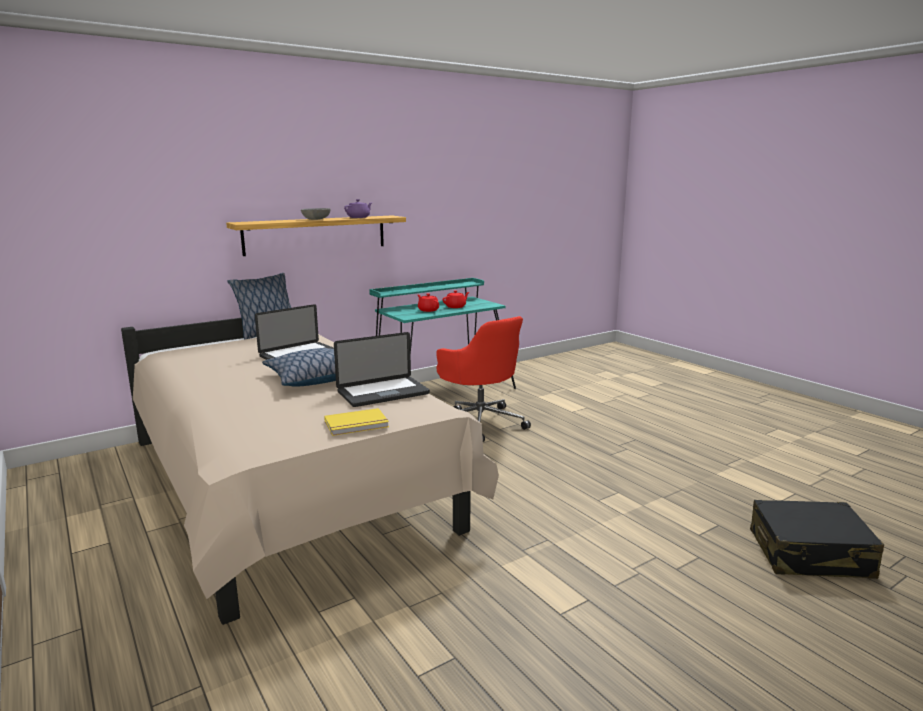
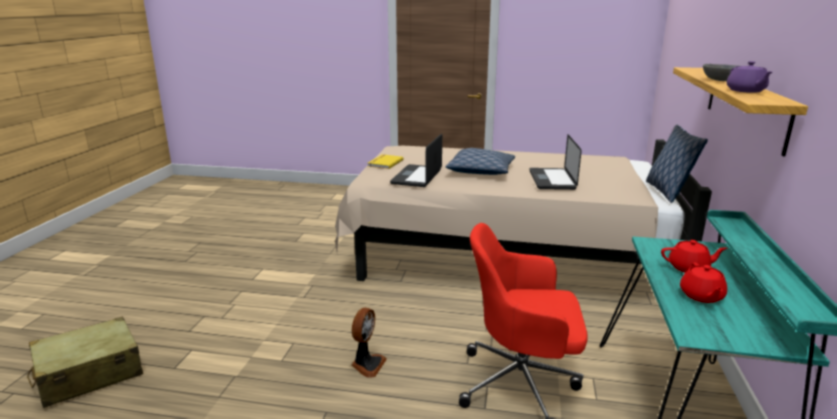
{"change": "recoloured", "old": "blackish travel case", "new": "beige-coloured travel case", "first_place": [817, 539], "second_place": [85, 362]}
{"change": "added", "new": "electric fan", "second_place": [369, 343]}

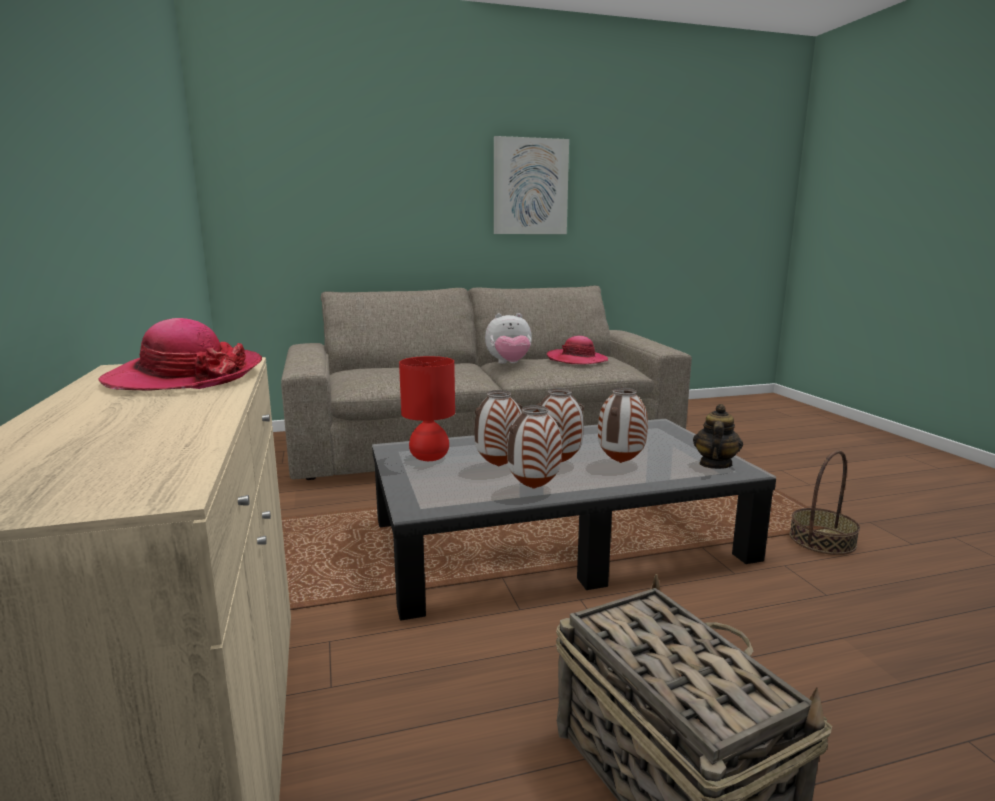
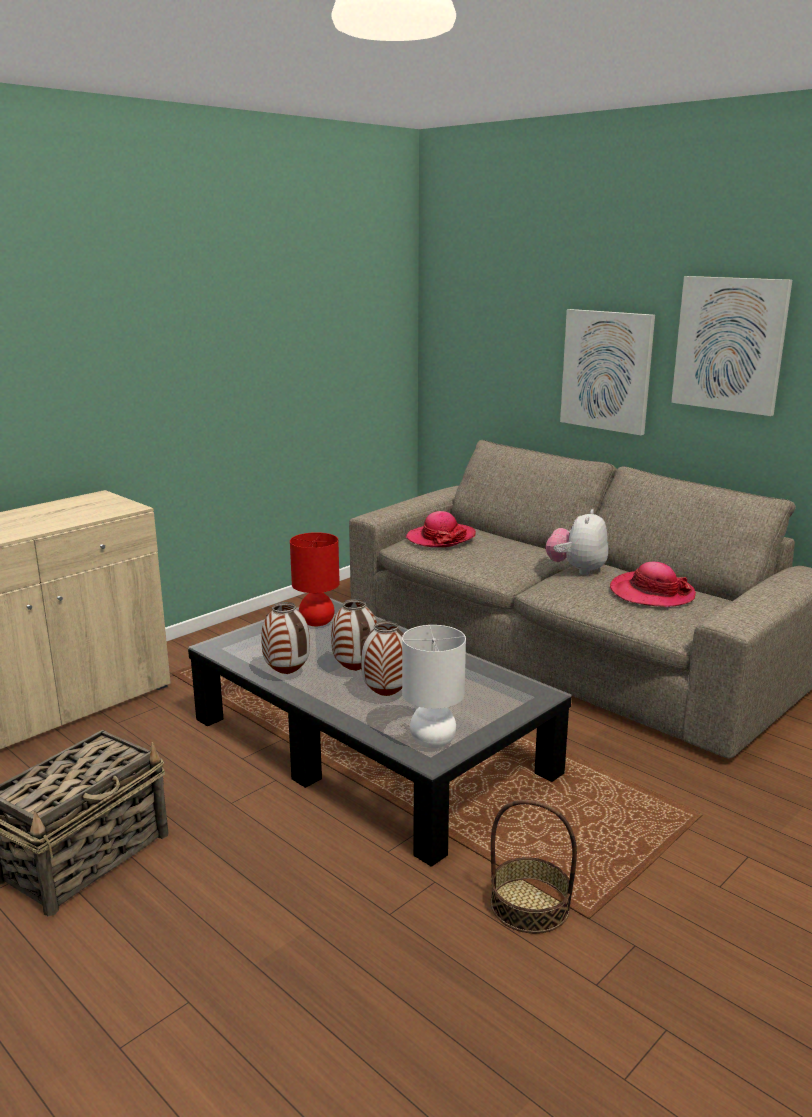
{"change": "replaced", "old": "pot for tea", "new": "white-coloured tabletop lamp", "first_place": [718, 436], "second_place": [434, 686]}
{"change": "moved", "old": "hat", "first_place": [180, 354], "second_place": [441, 529]}
{"change": "turned", "old": "soft toy", "first_place": [508, 338], "second_place": [577, 542], "degrees": 60}
{"change": "added", "new": "wall art", "second_place": [607, 372]}
{"change": "removed", "old": "vase", "first_place": [498, 428]}

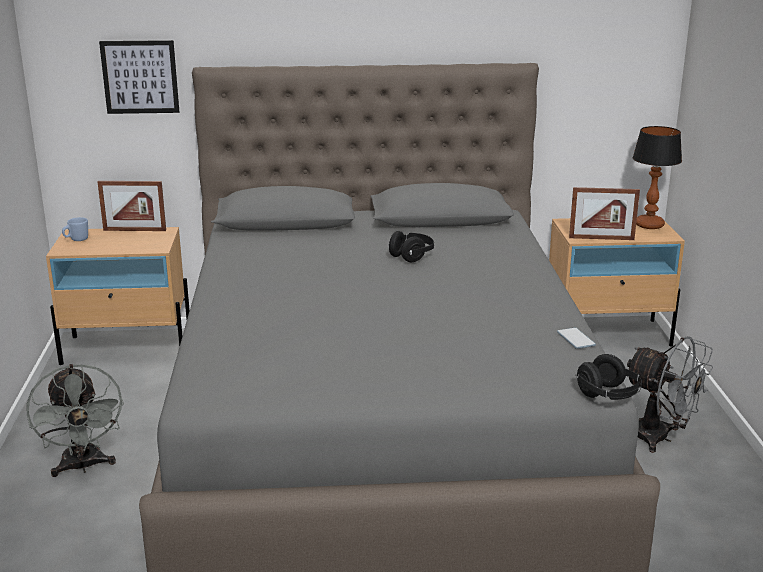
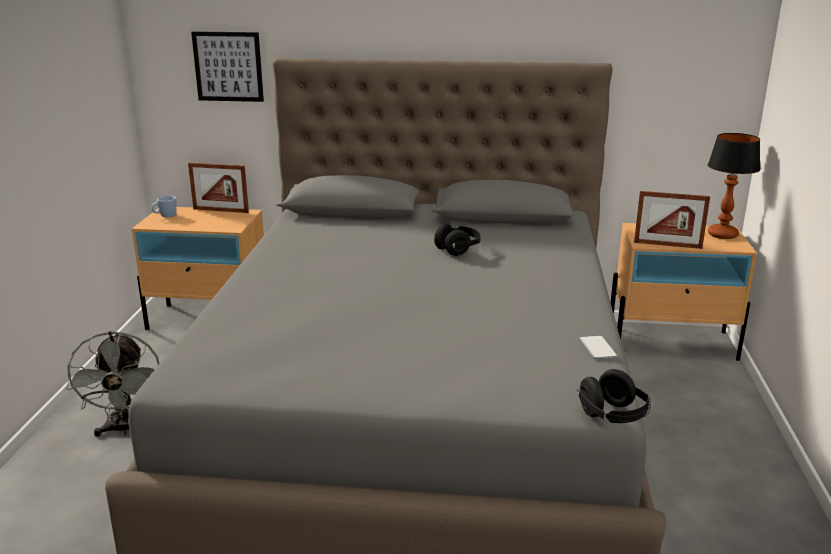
{"change": "removed", "old": "grey electric fan", "first_place": [670, 394]}

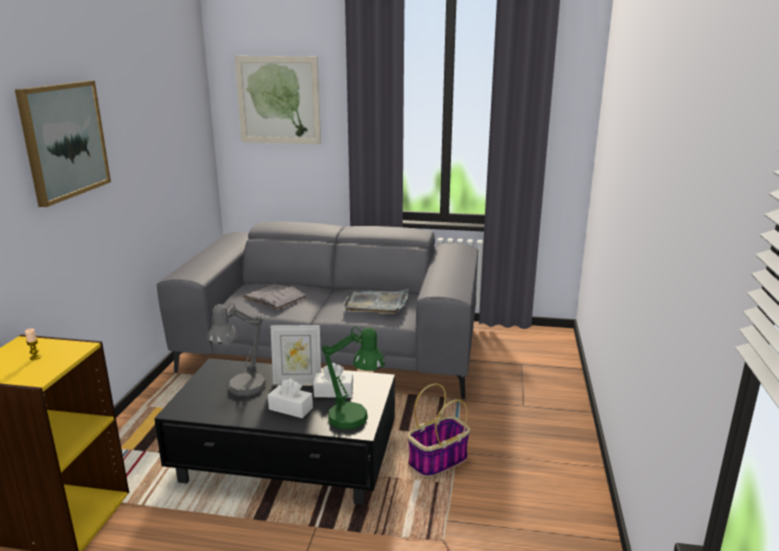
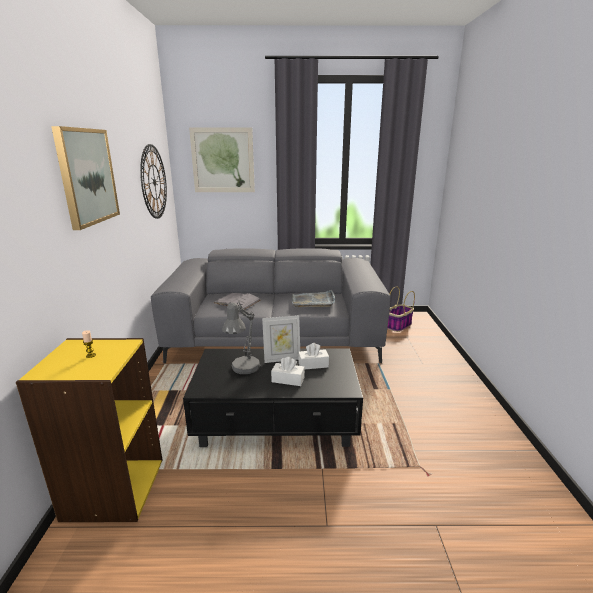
{"change": "added", "new": "clock on the wall", "second_place": [153, 181]}
{"change": "moved", "old": "basket", "first_place": [438, 430], "second_place": [401, 309]}
{"change": "removed", "old": "greenish tabletop lamp", "first_place": [353, 378]}

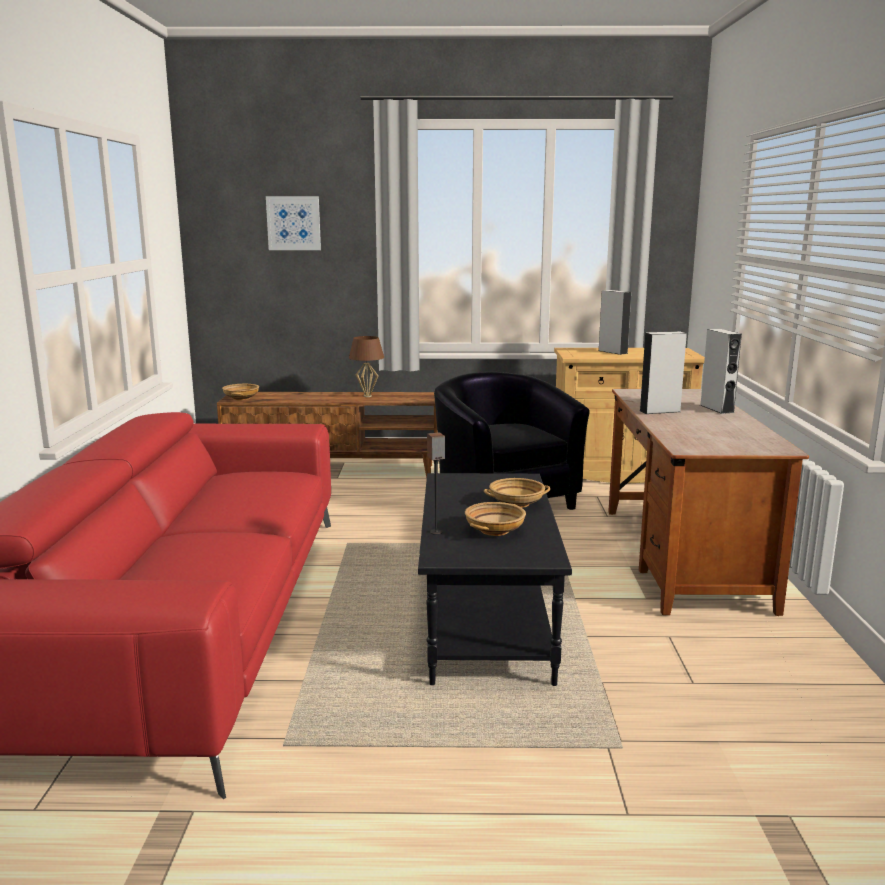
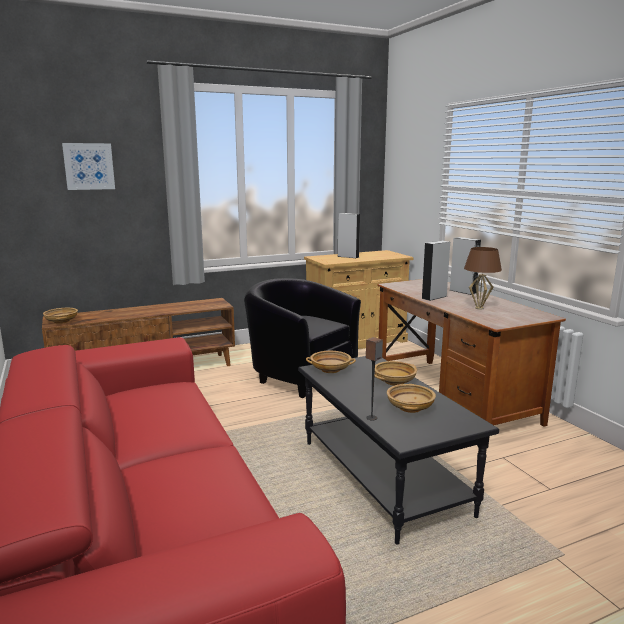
{"change": "added", "new": "beige-coloured deep dish", "second_place": [331, 362]}
{"change": "moved", "old": "brown-coloured tabletop lamp", "first_place": [366, 366], "second_place": [483, 278]}

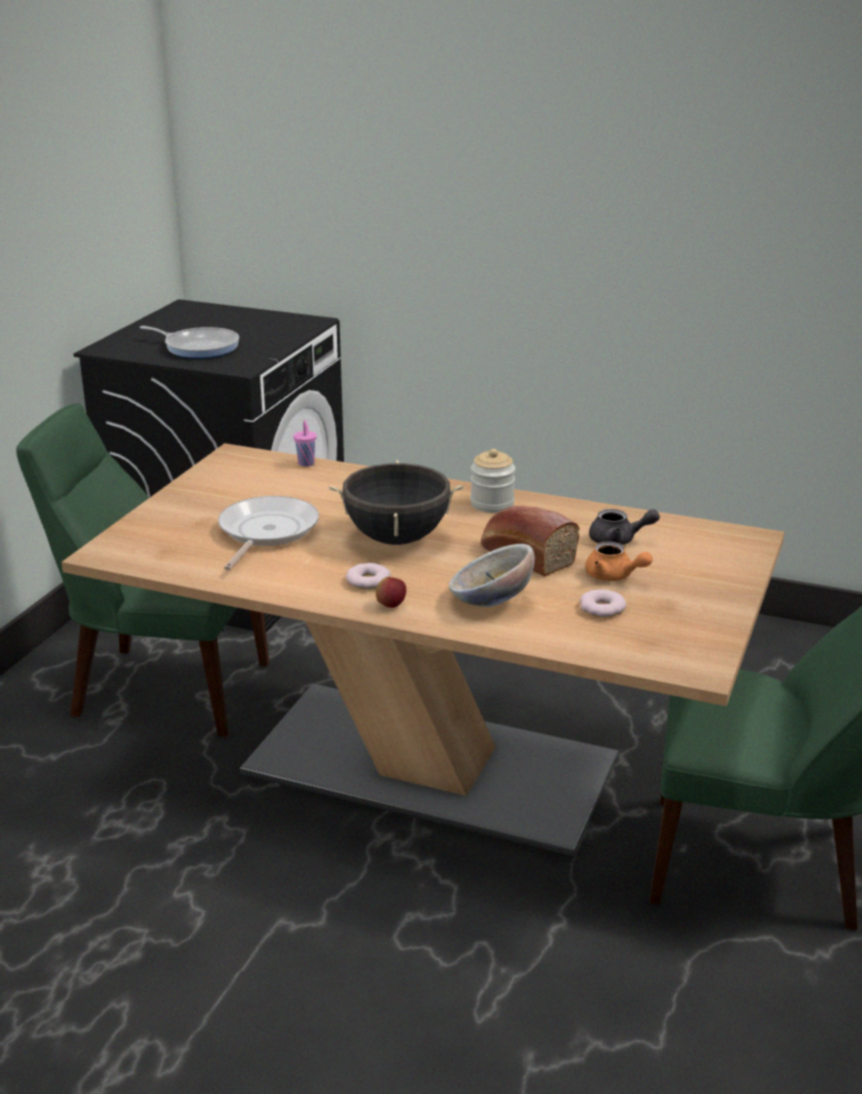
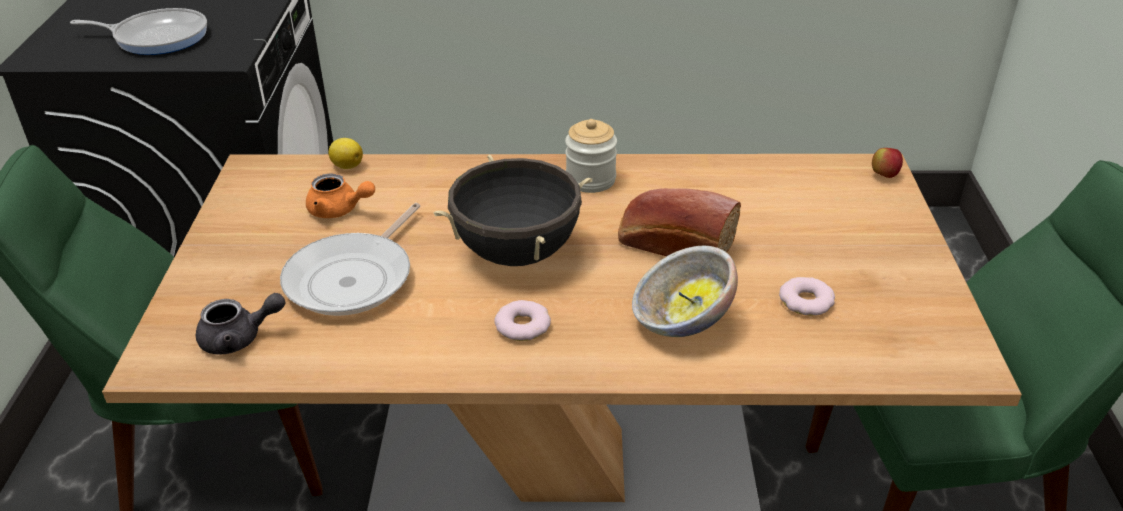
{"change": "moved", "old": "grey pot for tea", "first_place": [624, 527], "second_place": [241, 324]}
{"change": "turned", "old": "frying pan", "first_place": [268, 533], "second_place": [350, 259], "degrees": -150}
{"change": "moved", "old": "orange pot for tea", "first_place": [619, 561], "second_place": [340, 195]}
{"change": "replaced", "old": "pink cup", "new": "whole lemon", "first_place": [305, 443], "second_place": [346, 153]}
{"change": "moved", "old": "whole apple", "first_place": [391, 592], "second_place": [887, 163]}

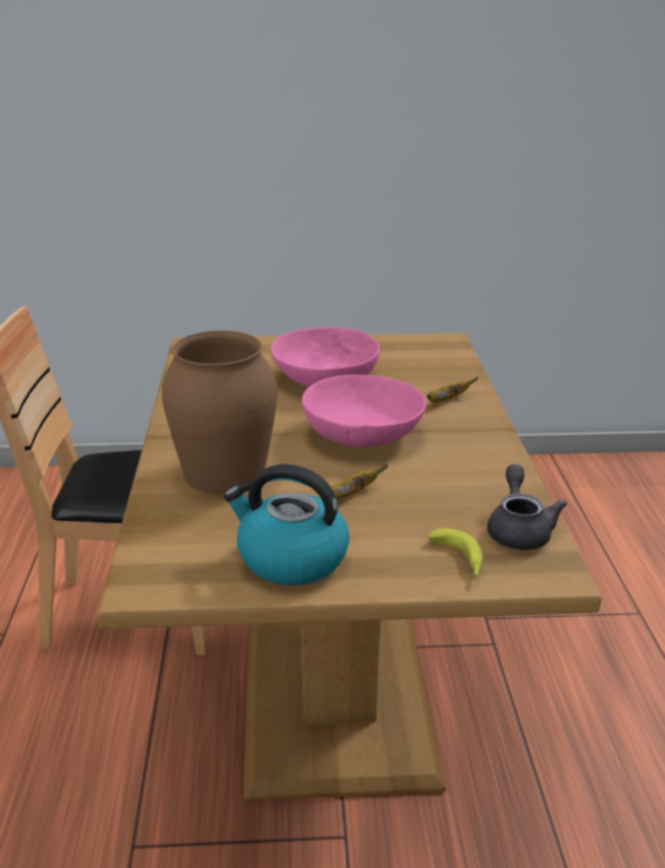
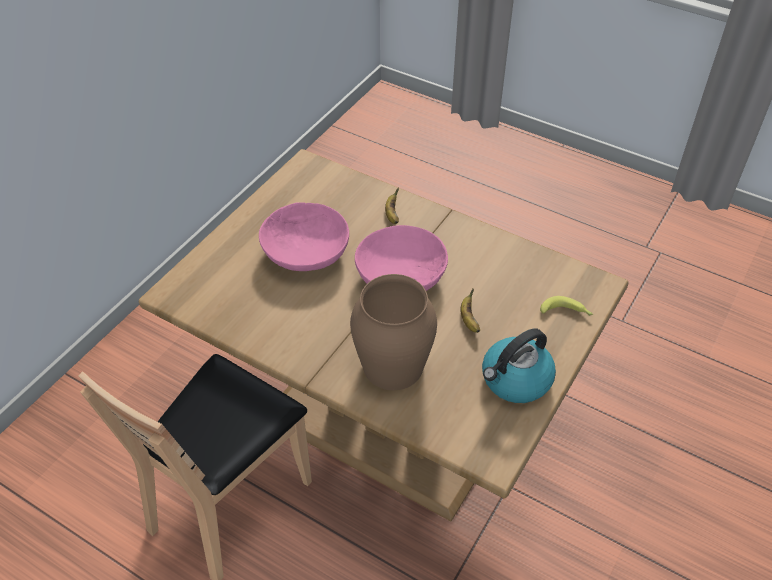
{"change": "removed", "old": "grey pot for tea", "first_place": [527, 507]}

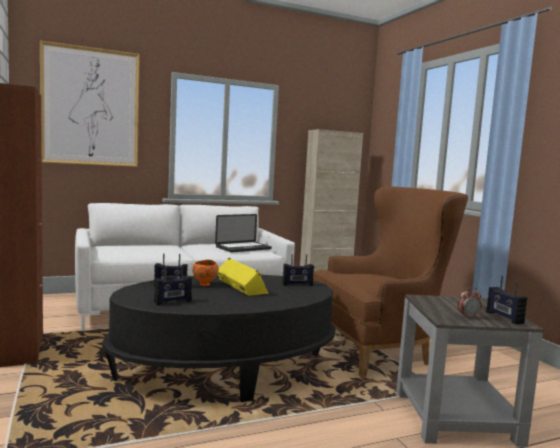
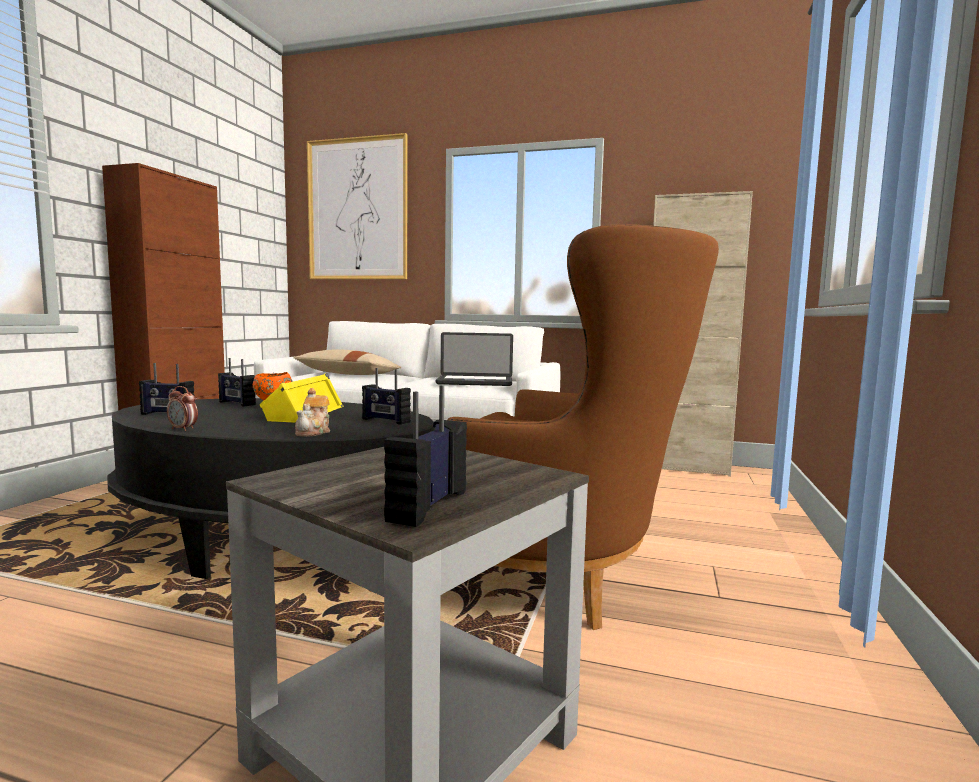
{"change": "moved", "old": "table clock", "first_place": [469, 302], "second_place": [182, 408]}
{"change": "added", "new": "beige-coloured throw pillow", "second_place": [347, 362]}
{"change": "added", "new": "pot for tea", "second_place": [313, 412]}

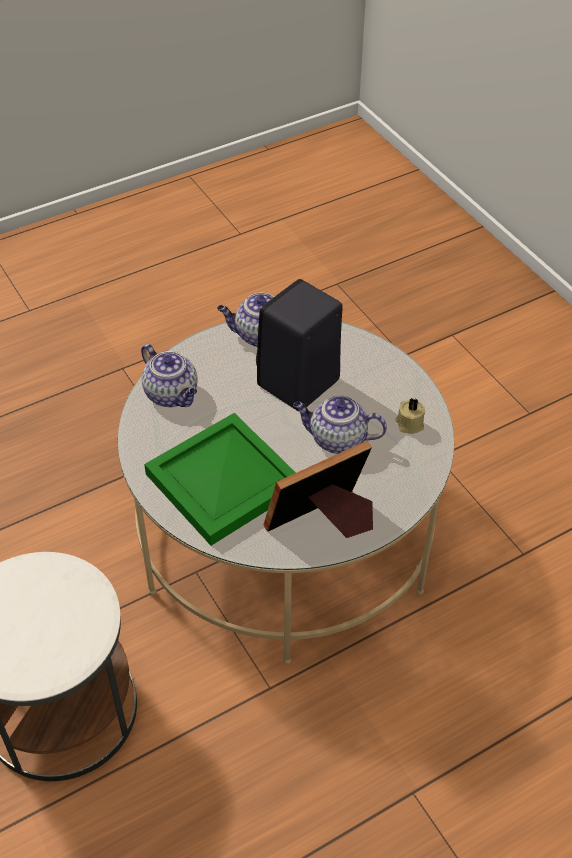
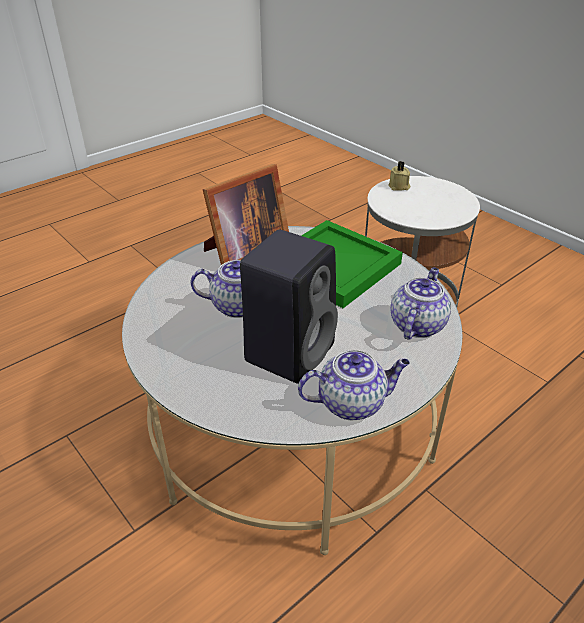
{"change": "moved", "old": "beige-coloured wax candle", "first_place": [410, 416], "second_place": [399, 176]}
{"change": "turned", "old": "pot for tea", "first_place": [169, 375], "second_place": [421, 303], "degrees": 75}

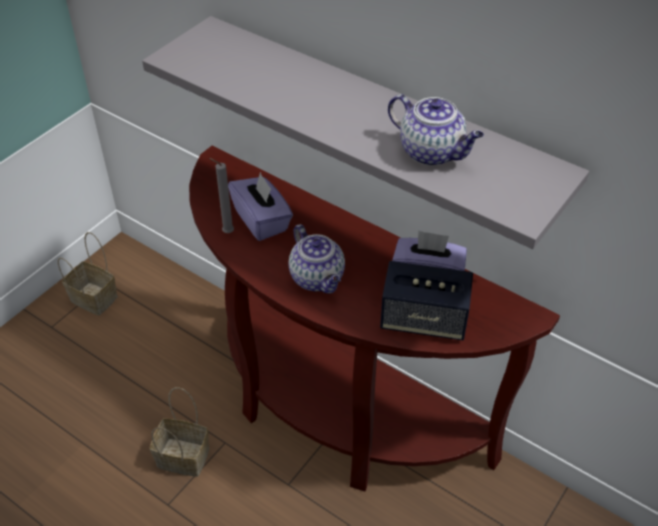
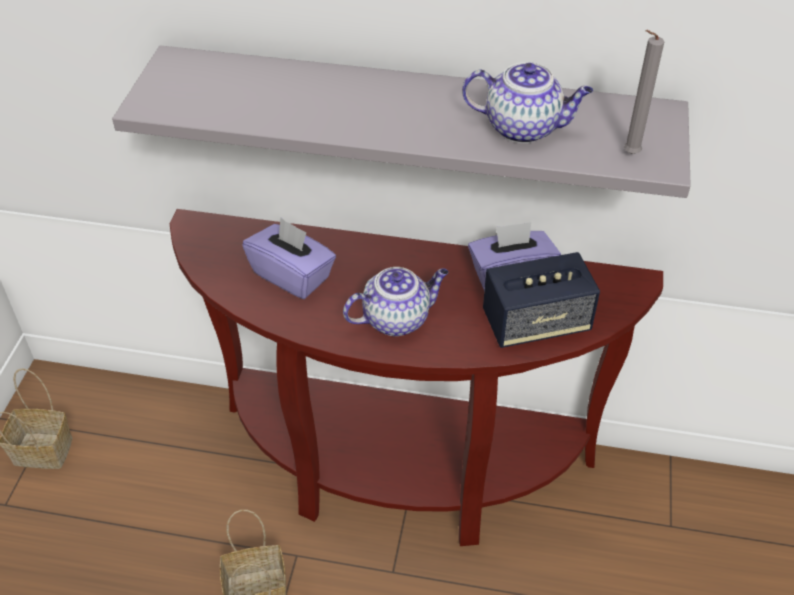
{"change": "turned", "old": "pot for tea", "first_place": [316, 259], "second_place": [396, 301], "degrees": -60}
{"change": "moved", "old": "grey wax candle", "first_place": [221, 195], "second_place": [644, 92]}

